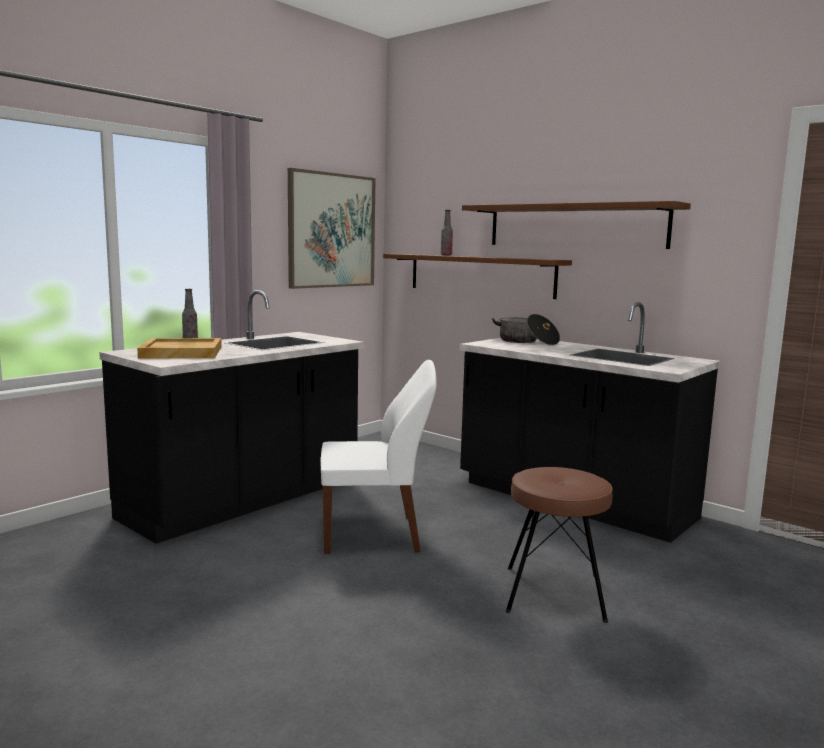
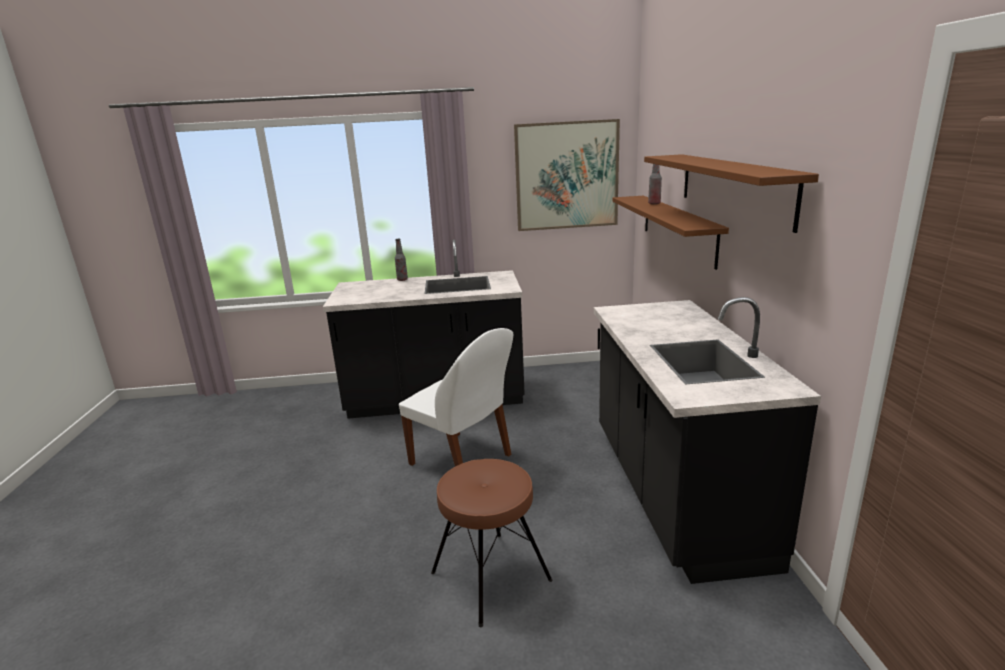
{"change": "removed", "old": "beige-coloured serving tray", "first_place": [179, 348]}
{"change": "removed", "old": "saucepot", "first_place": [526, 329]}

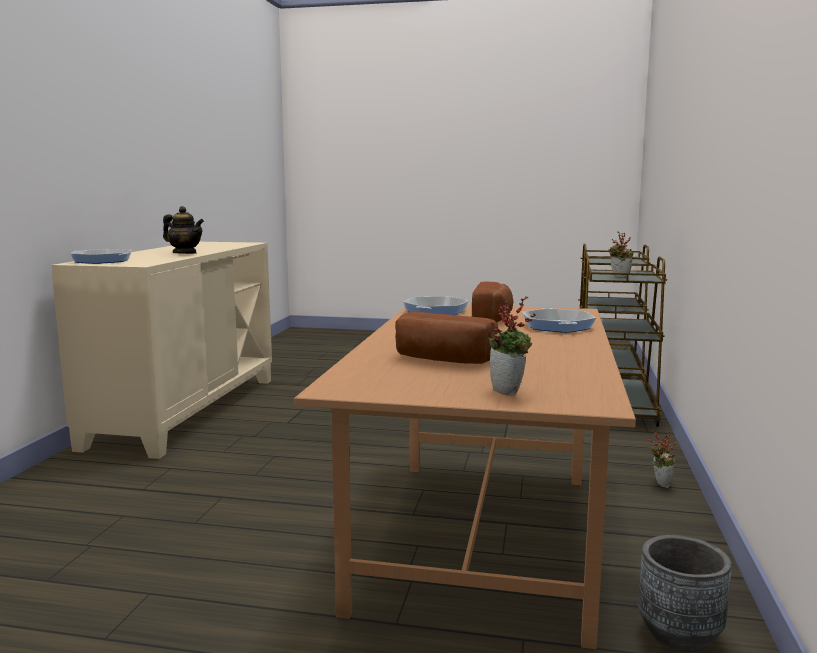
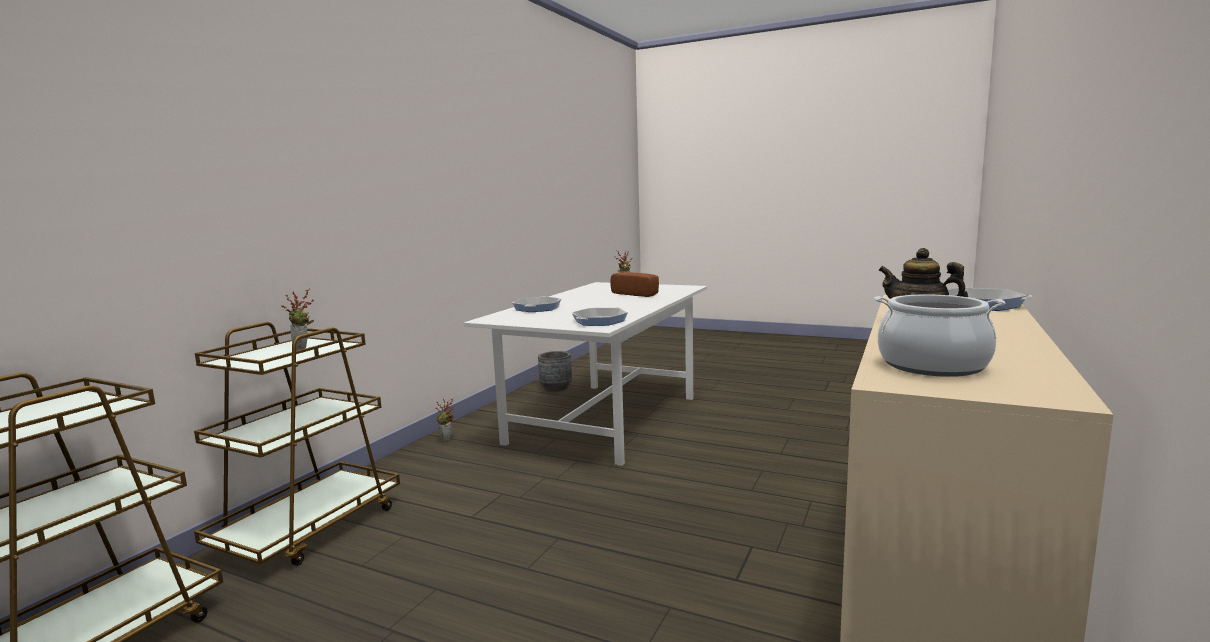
{"change": "recoloured", "old": "brown-coloured kitchen table", "new": "white-coloured kitchen table", "first_place": [465, 477], "second_place": [585, 374]}
{"change": "added", "new": "saucepot", "second_place": [940, 335]}
{"change": "removed", "old": "bread", "first_place": [492, 302]}

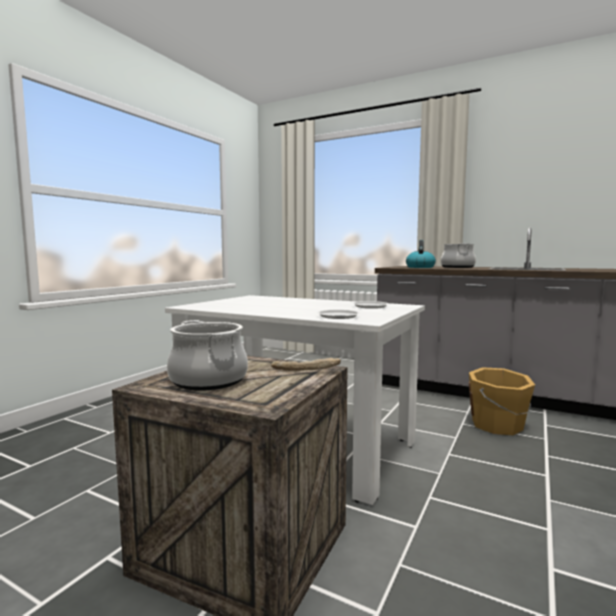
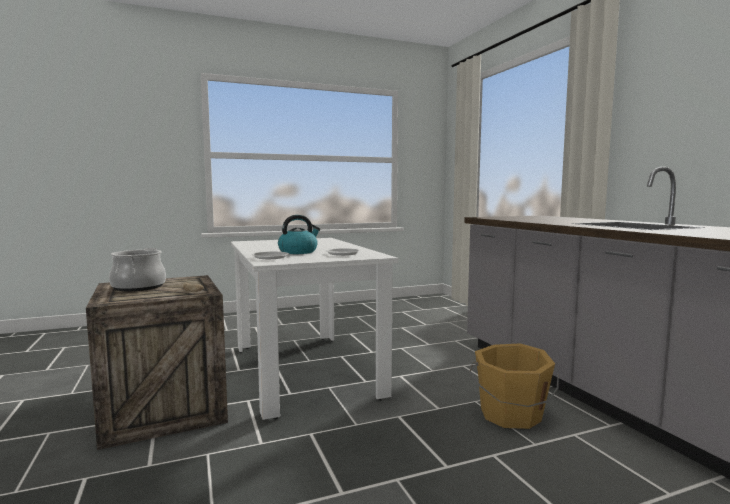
{"change": "moved", "old": "kettle", "first_place": [421, 254], "second_place": [299, 234]}
{"change": "removed", "old": "saucepot", "first_place": [458, 255]}

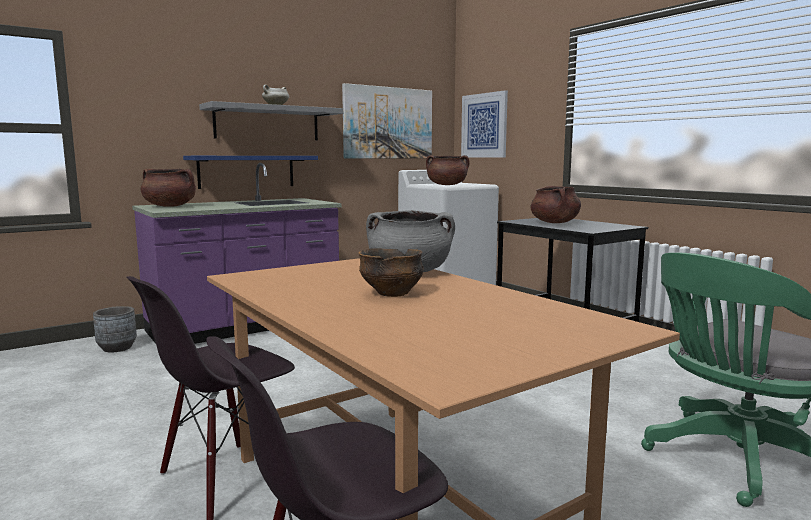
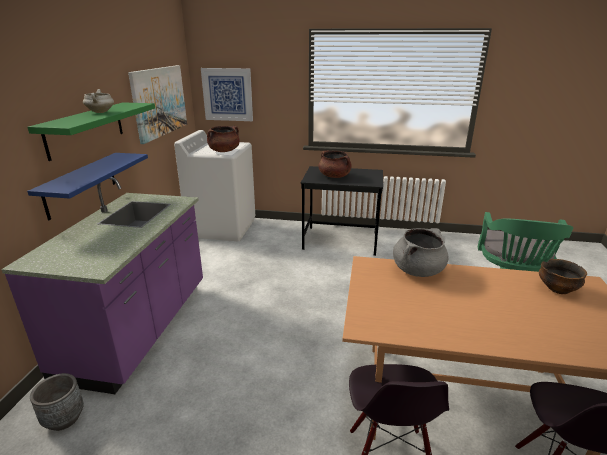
{"change": "recoloured", "old": "grey bracket shelf", "new": "greenish bracket shelf", "first_place": [271, 120], "second_place": [91, 131]}
{"change": "moved", "old": "deep dish", "first_place": [391, 272], "second_place": [563, 276]}
{"change": "removed", "old": "brown-coloured saucepot", "first_place": [168, 188]}

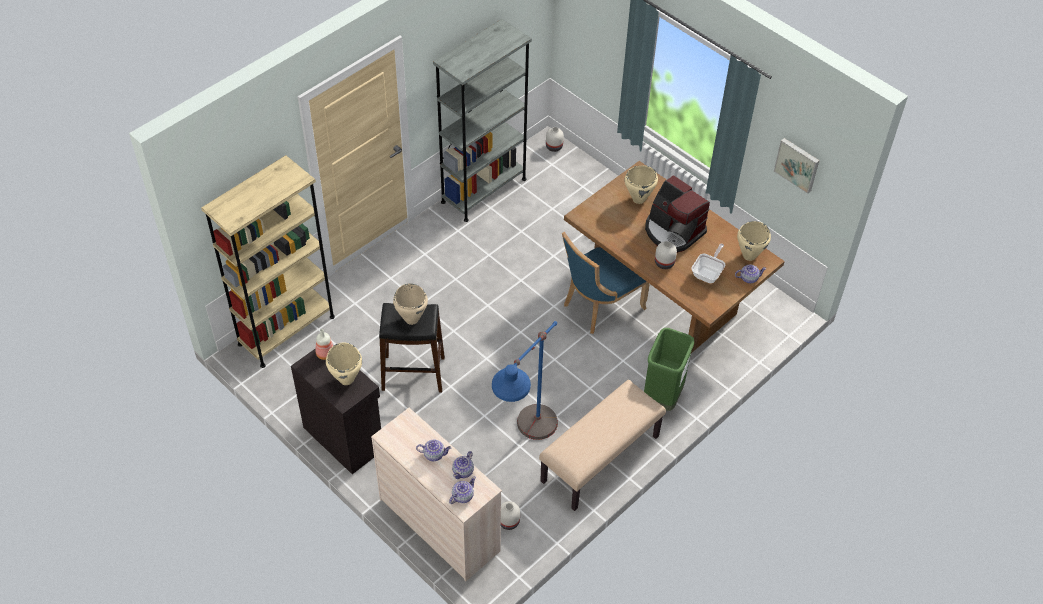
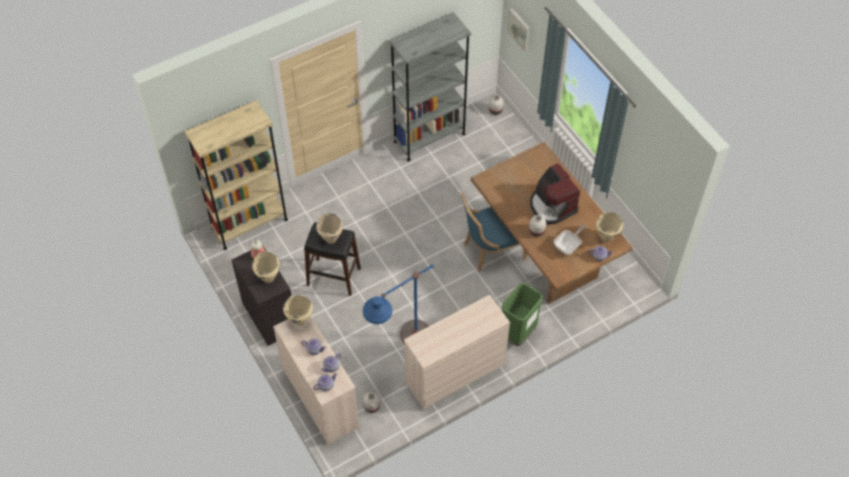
{"change": "moved", "old": "beige-coloured saucepot", "first_place": [641, 185], "second_place": [298, 310]}
{"change": "replaced", "old": "beige-coloured indoor bench", "new": "beige-coloured drawer chest", "first_place": [602, 445], "second_place": [457, 352]}
{"change": "moved", "old": "wall art", "first_place": [797, 166], "second_place": [518, 30]}

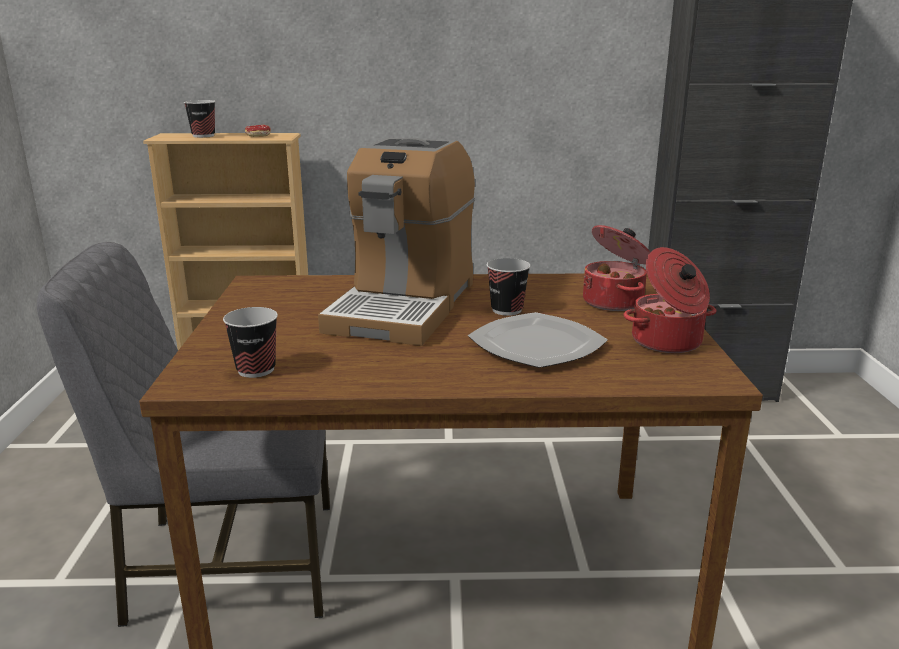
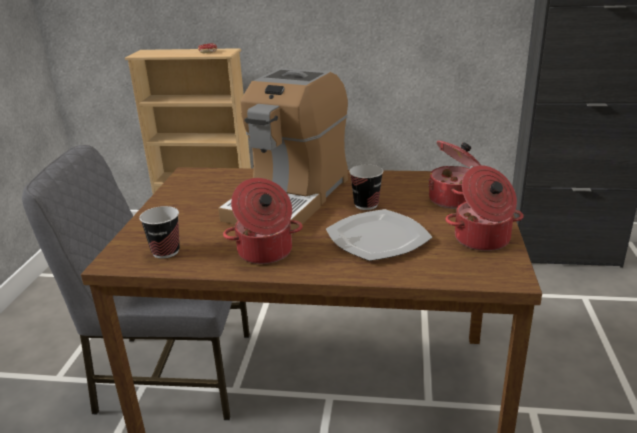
{"change": "added", "new": "saucepot", "second_place": [263, 221]}
{"change": "removed", "old": "cup", "first_place": [199, 119]}

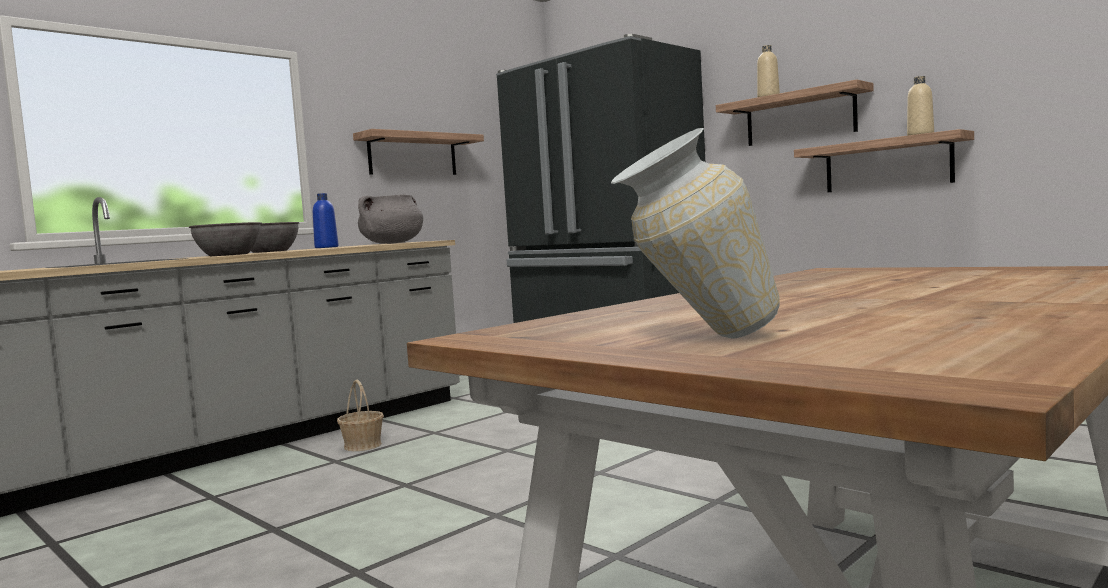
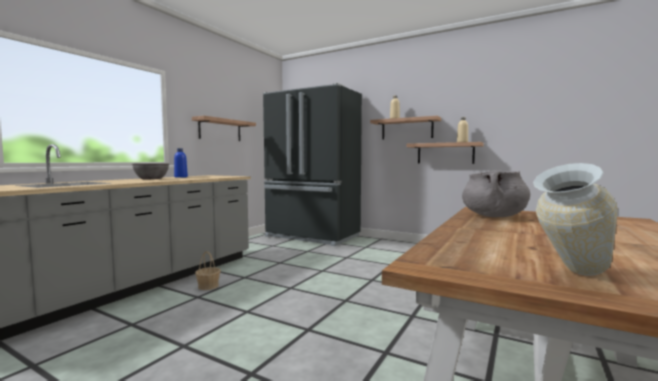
{"change": "moved", "old": "grey saucepot", "first_place": [390, 219], "second_place": [496, 193]}
{"change": "removed", "old": "grey deep dish", "first_place": [225, 239]}

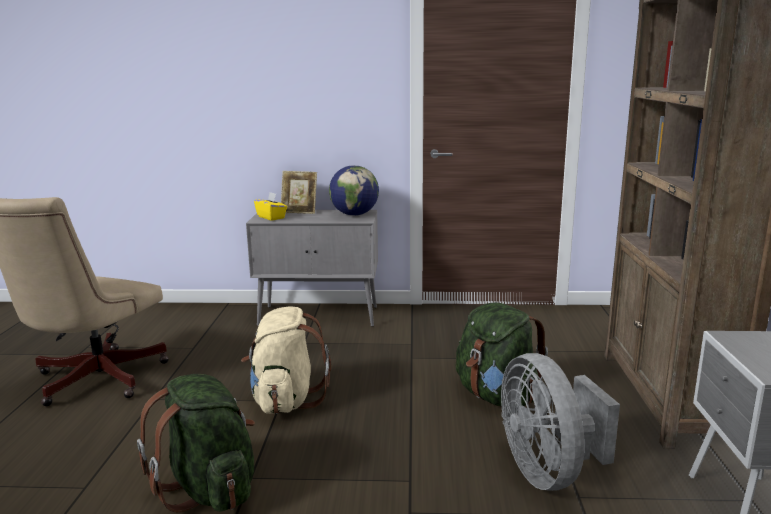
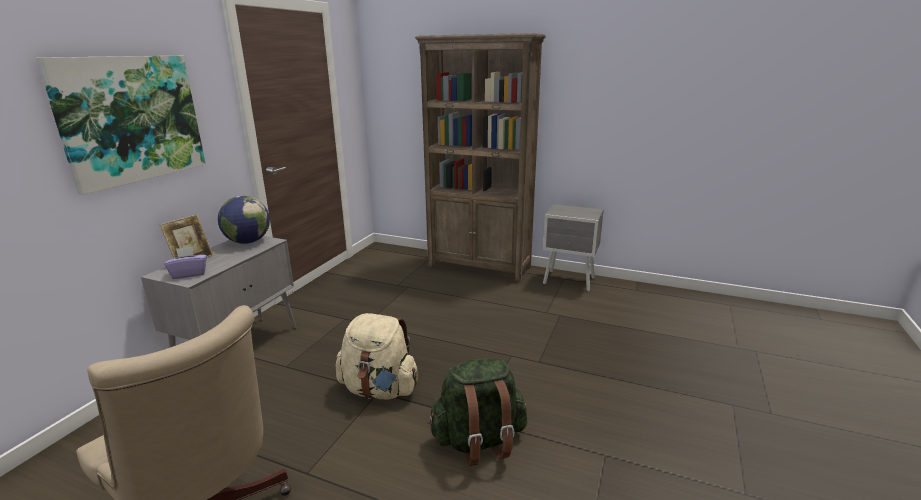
{"change": "added", "new": "wall art", "second_place": [121, 125]}
{"change": "recoloured", "old": "yellowish box of tissues", "new": "purple-coloured box of tissues", "first_place": [270, 206], "second_place": [185, 263]}
{"change": "removed", "old": "greenish knapsack", "first_place": [502, 354]}
{"change": "removed", "old": "grey electric fan", "first_place": [560, 422]}

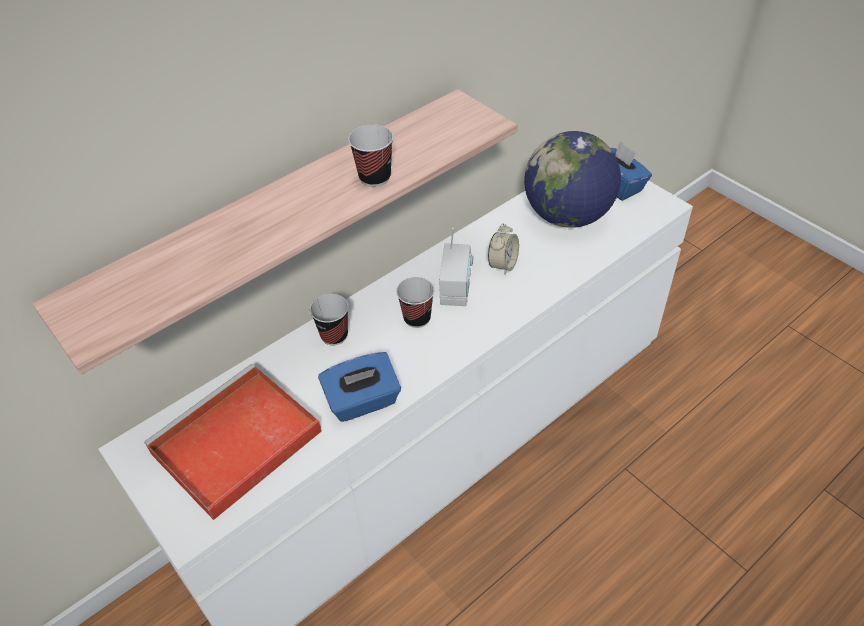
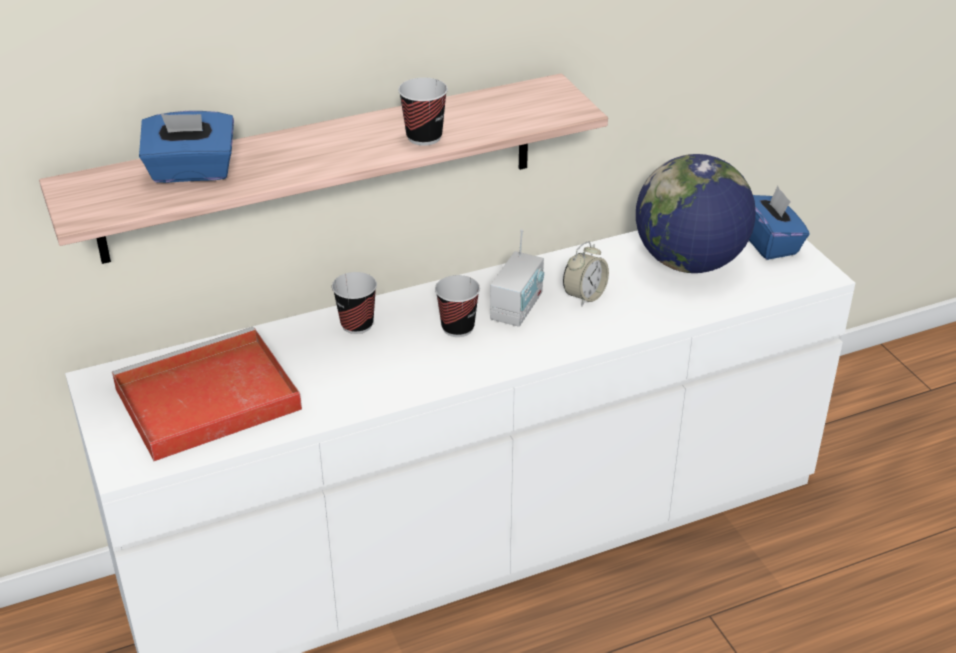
{"change": "moved", "old": "bluish box of tissues", "first_place": [359, 387], "second_place": [186, 147]}

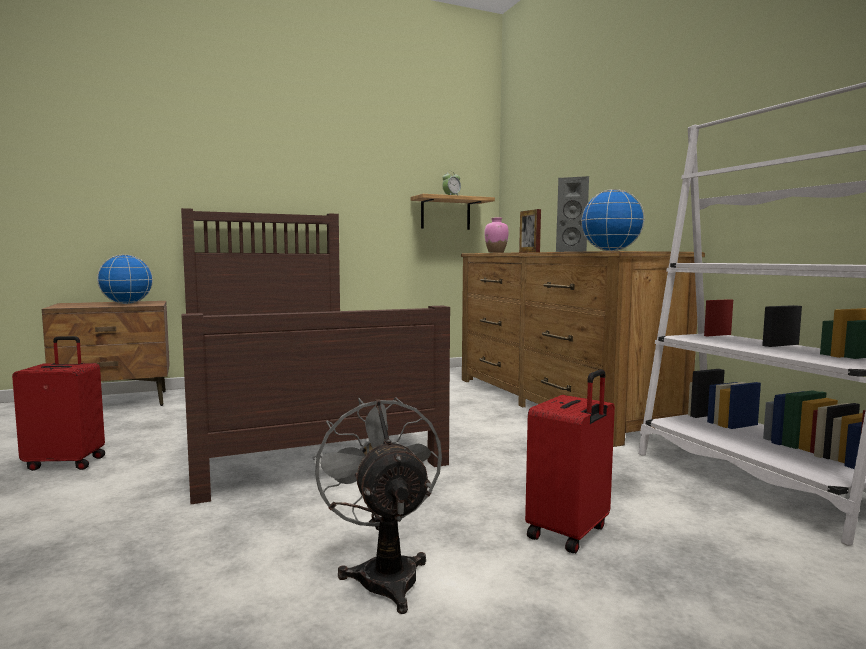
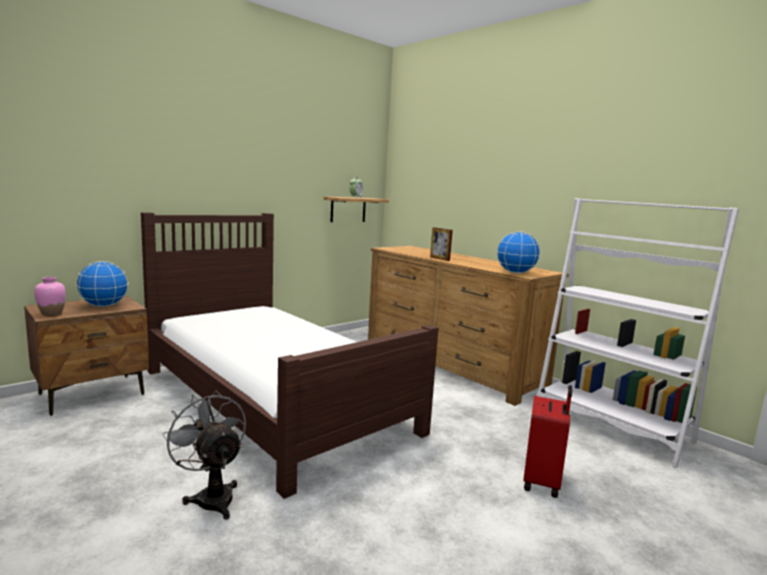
{"change": "moved", "old": "pink vase", "first_place": [497, 235], "second_place": [50, 296]}
{"change": "moved", "old": "grey electric fan", "first_place": [377, 505], "second_place": [204, 455]}
{"change": "removed", "old": "red-coloured travel case", "first_place": [58, 403]}
{"change": "removed", "old": "grey loudspeaker", "first_place": [572, 214]}

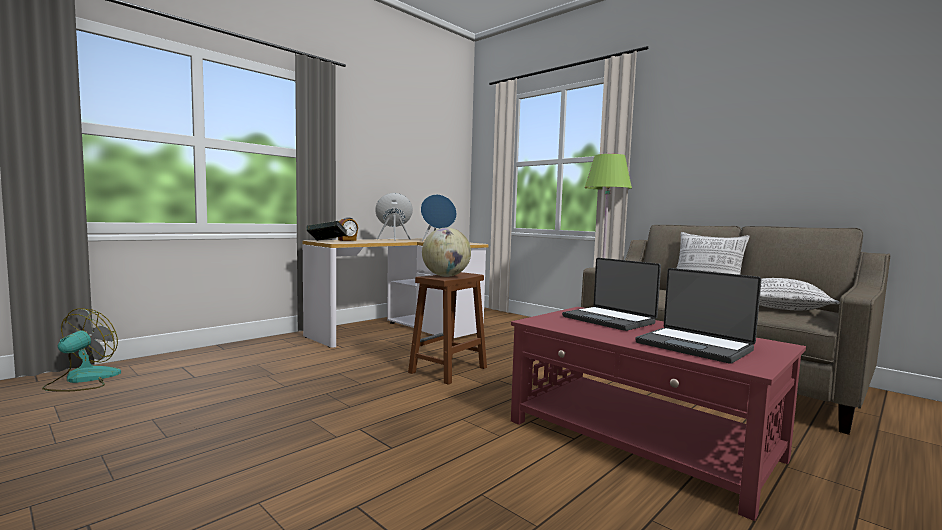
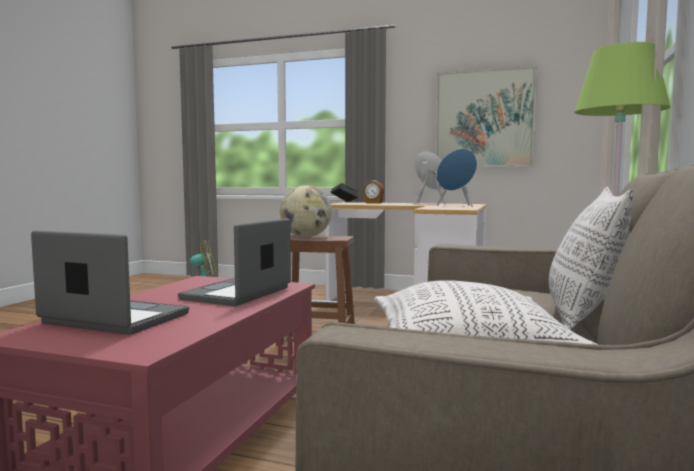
{"change": "turned", "old": "laptop", "first_place": [699, 316], "second_place": [110, 283], "degrees": 90}
{"change": "added", "new": "wall art", "second_place": [486, 116]}

